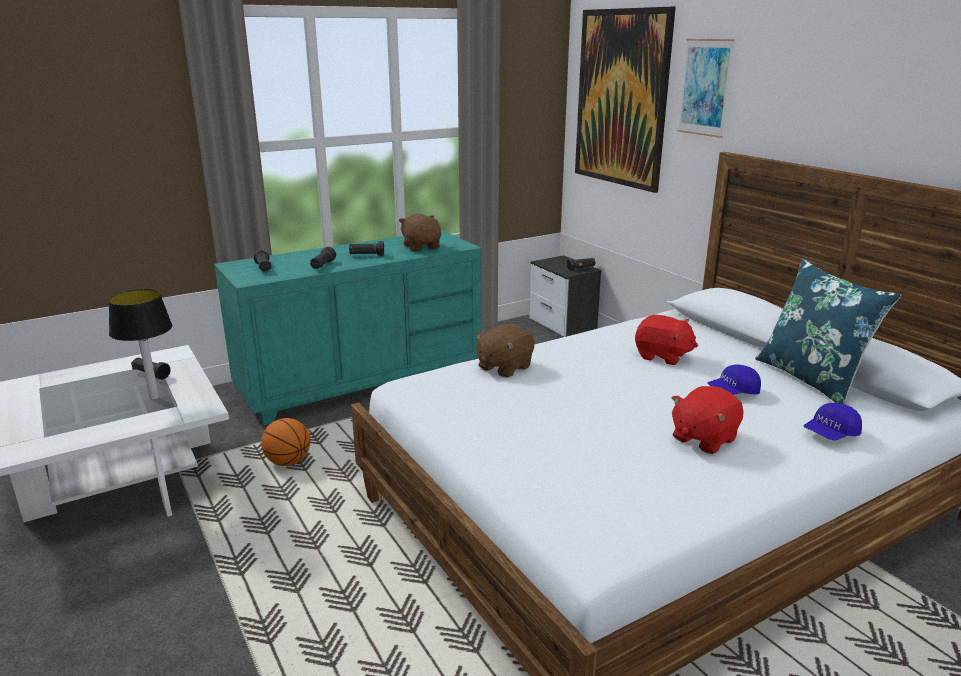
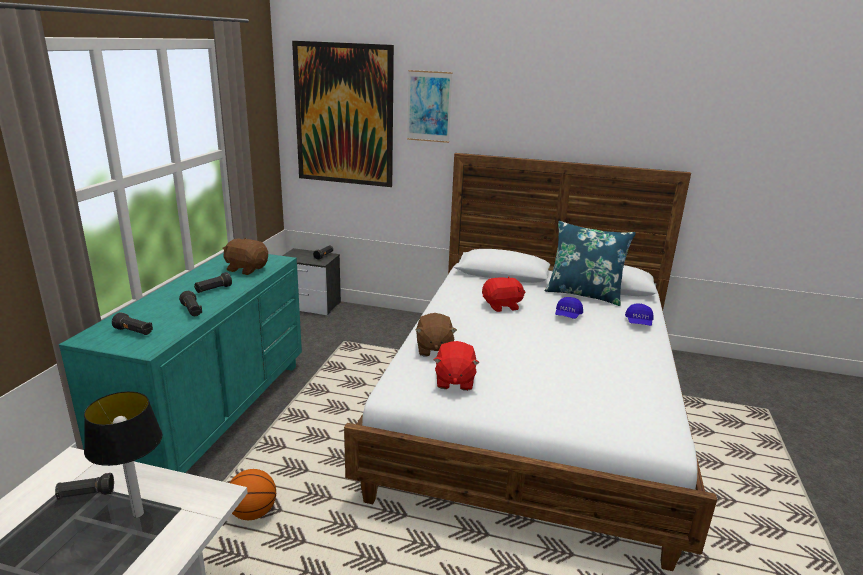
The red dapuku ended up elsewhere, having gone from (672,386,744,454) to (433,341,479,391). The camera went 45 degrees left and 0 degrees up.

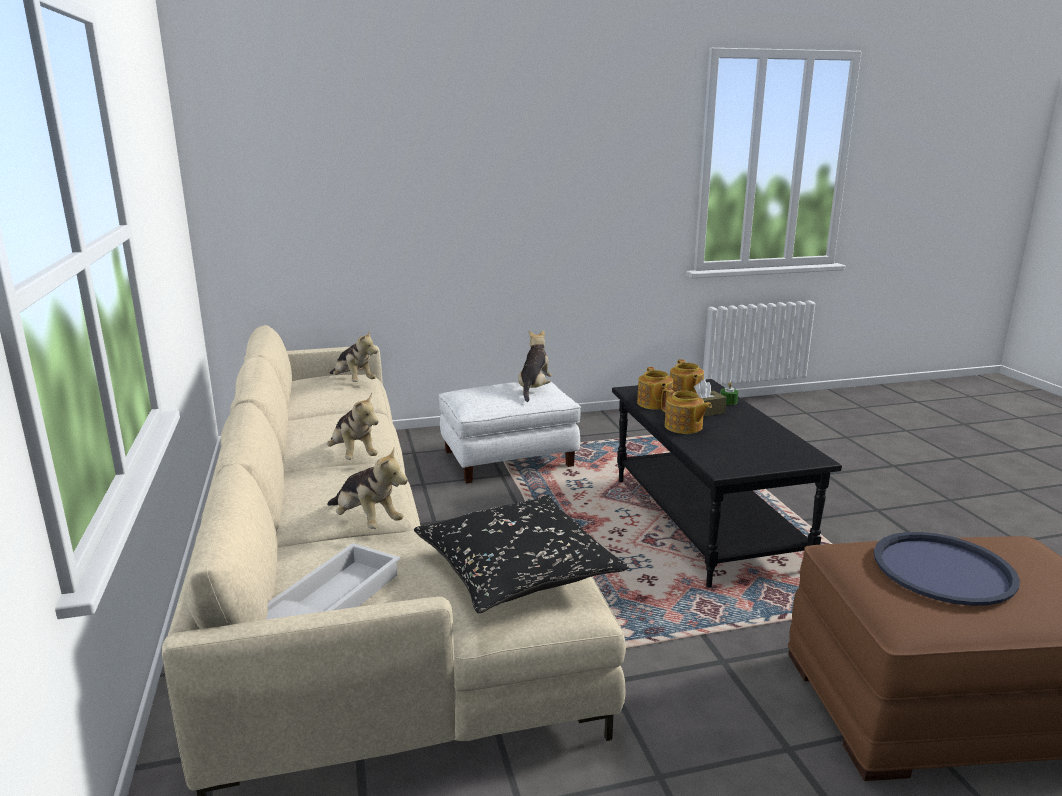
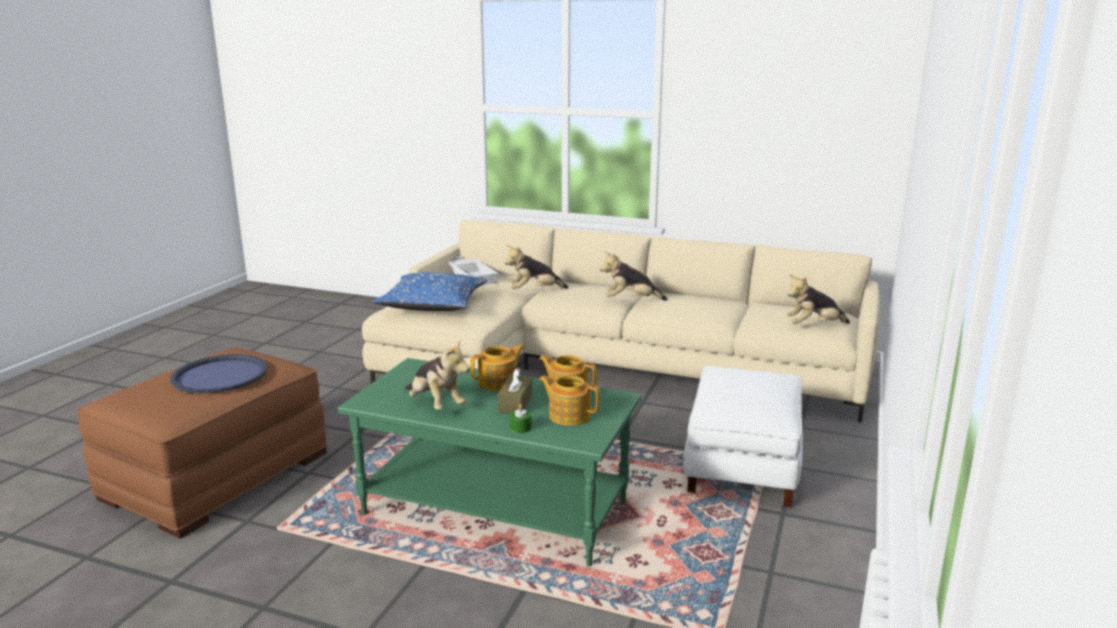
The dapuku ended up elsewhere, having gone from (518,330,553,402) to (405,340,470,410). What was the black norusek at (414,495,629,613) turned into the blue norusek at (372,272,487,311). What was the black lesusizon at (612,379,842,587) turned into the green lesusizon at (338,358,641,566). The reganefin at (661,388,712,434) ended up facing another way, 150 degrees clockwise from before. The camera went 125 degrees right and 0 degrees up.

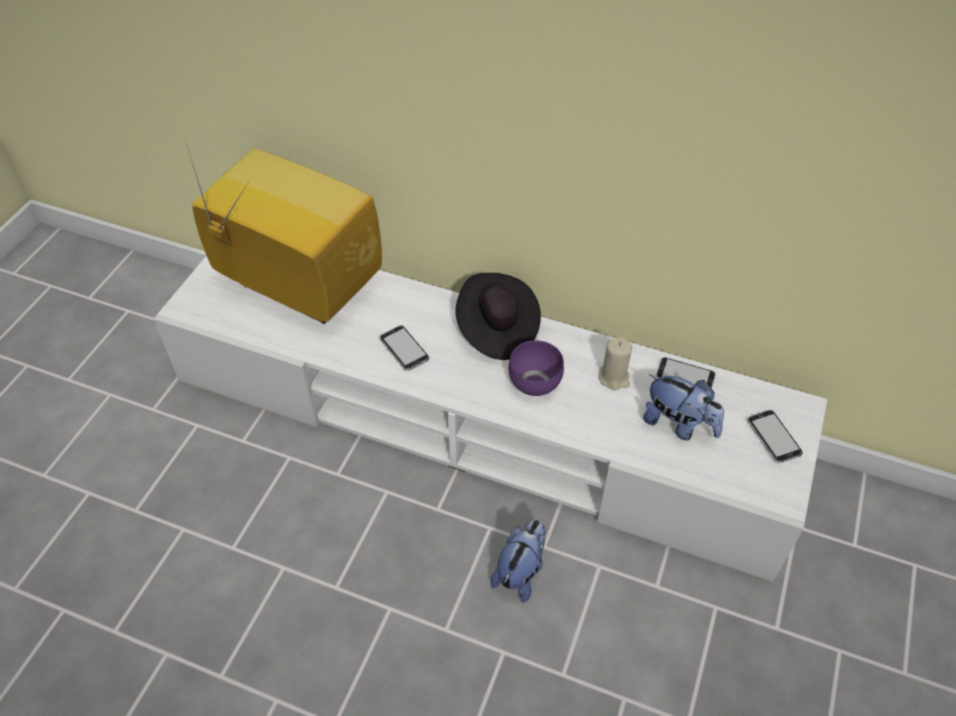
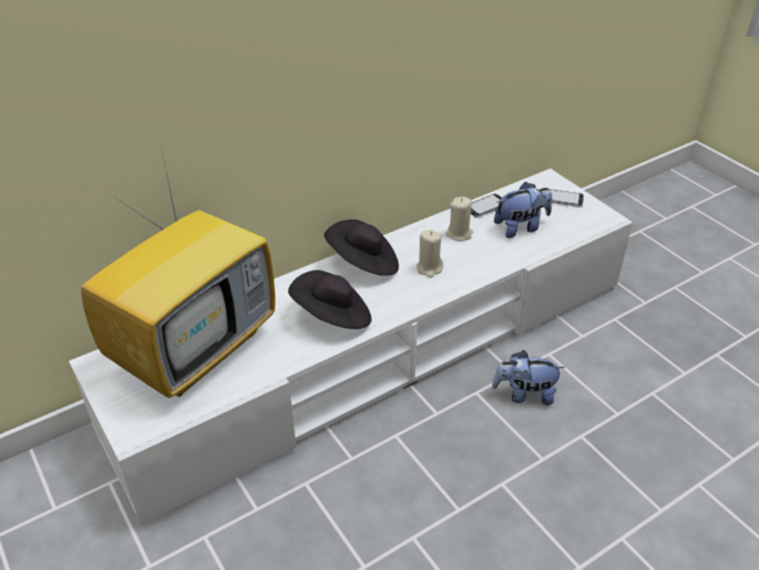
Where the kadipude stood at (379,326,429,371), the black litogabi came to stand at (288,270,372,329). Where the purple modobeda stood at (508,340,564,396), the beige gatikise came to stand at (416,230,443,278). The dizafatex at (185,140,382,324) ended up facing another way, 150 degrees clockwise from before. The dapuku at (490,520,545,603) ended up facing another way, 60 degrees counterclockwise from before. The camera went 55 degrees left and 10 degrees down.

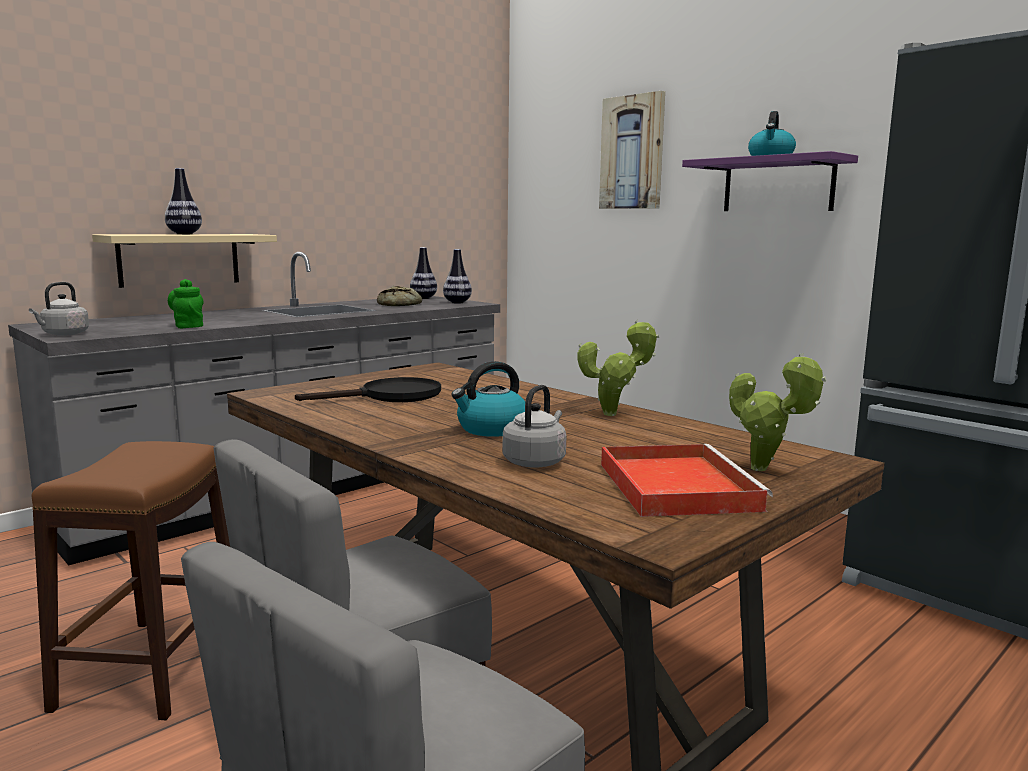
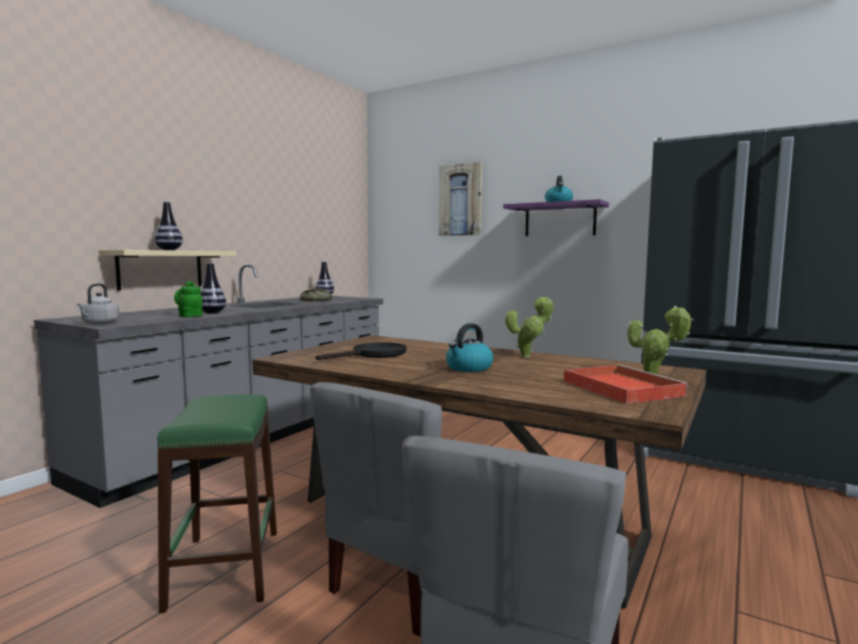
The second view lost the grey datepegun at (503,385,566,468). The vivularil ended up elsewhere, having gone from (443,249,472,303) to (200,263,226,314). What was the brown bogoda at (32,441,230,720) turned into the green bogoda at (157,394,277,613). The camera went 15 degrees left and 5 degrees down.

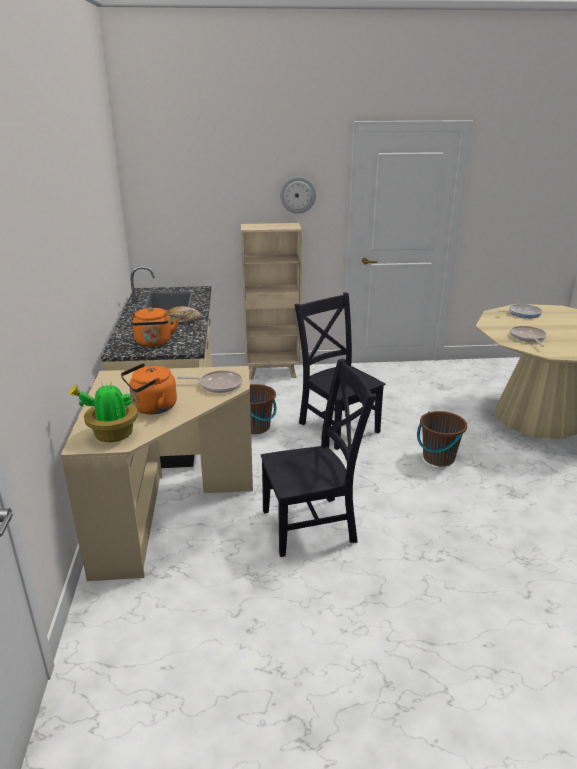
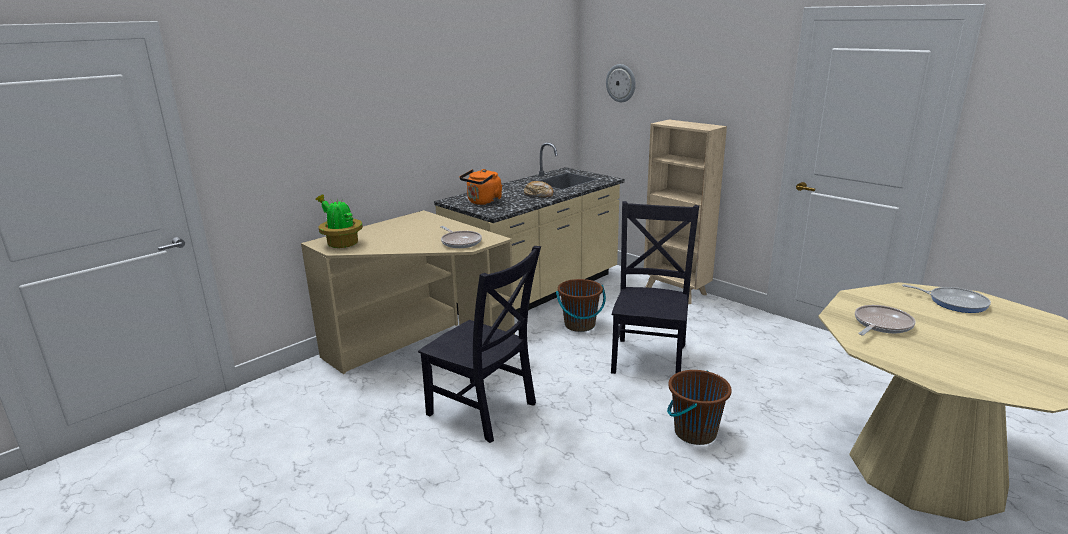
The second view lost the orange datepegun at (121,363,177,414). The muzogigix ended up elsewhere, having gone from (280,177,316,214) to (606,64,636,102). The camera went 50 degrees right and 5 degrees down.

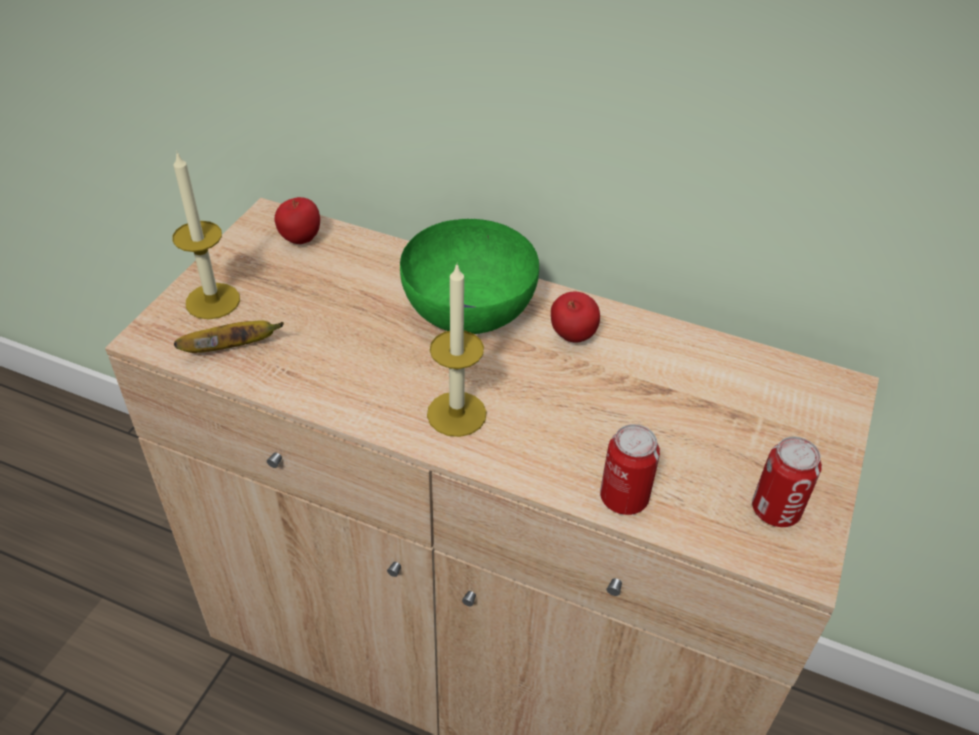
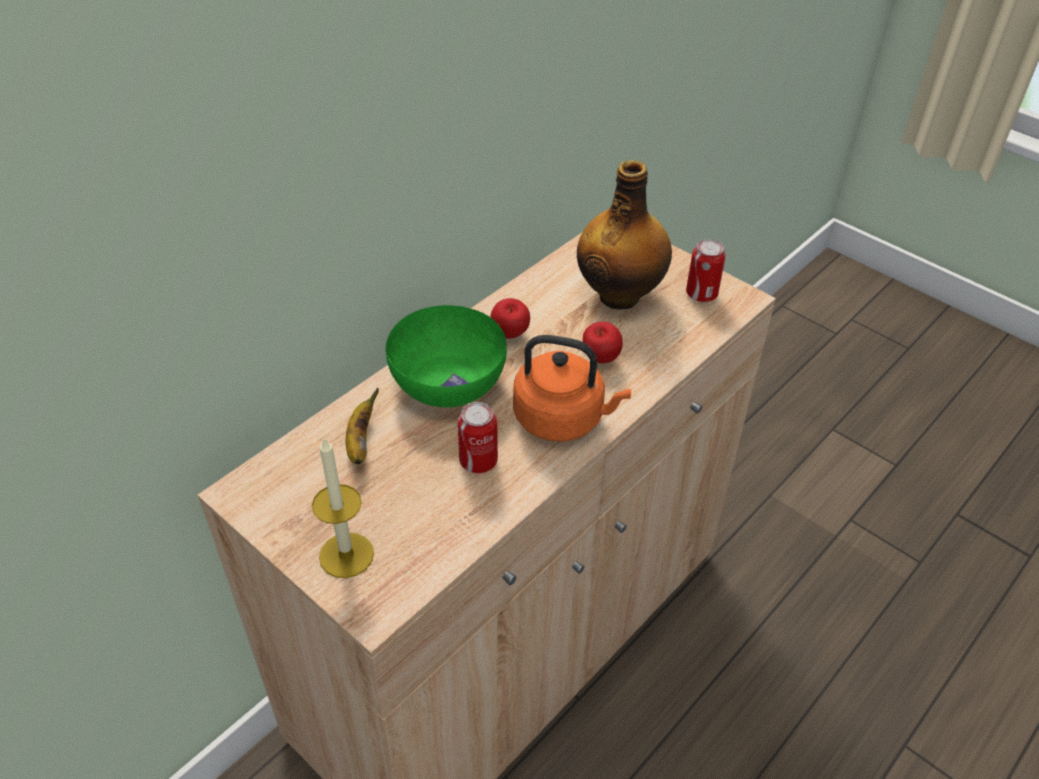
The second view gained the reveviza at (577,160,672,310). The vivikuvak ended up elsewhere, having gone from (174,320,284,353) to (346,388,379,465). The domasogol ended up elsewhere, having gone from (275,197,320,244) to (582,322,623,363). The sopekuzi ended up elsewhere, having gone from (600,424,660,515) to (458,402,498,473). Where the gatikise stood at (427,265,487,437), the orange datepegun came to stand at (513,335,631,442). The camera went 70 degrees left and 0 degrees up.

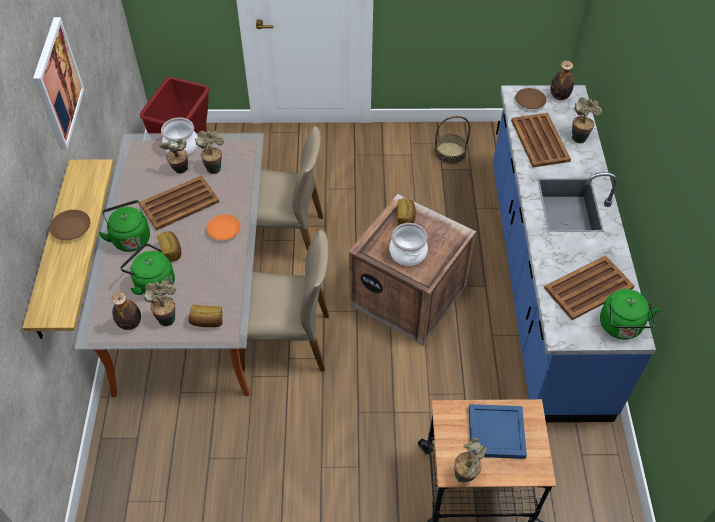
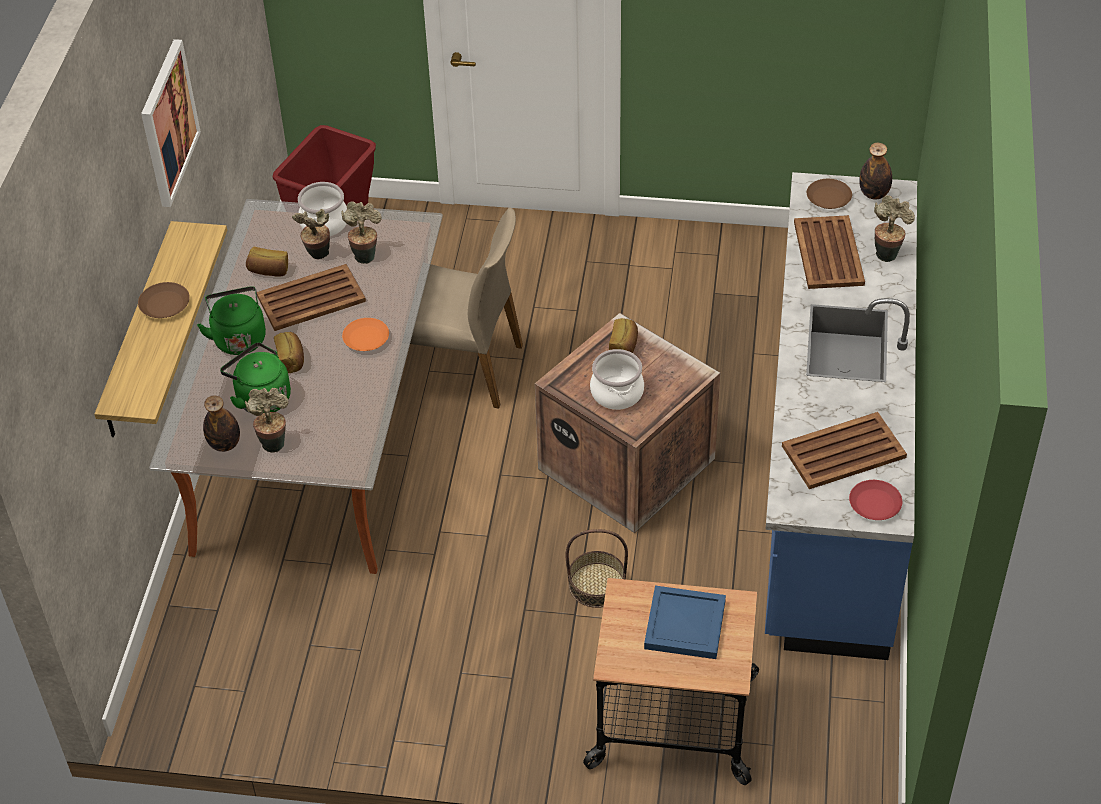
The second view lost the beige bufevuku at (239,230,329,372). The second view lost the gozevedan at (454,438,487,482). The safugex ended up elsewhere, having gone from (188,304,223,327) to (246,247,288,276). The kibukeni ended up elsewhere, having gone from (434,116,470,165) to (566,529,628,608). Where the green datepegun stood at (600,289,660,340), the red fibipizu came to stand at (849,480,902,520). The camera went 10 degrees right and 5 degrees down.

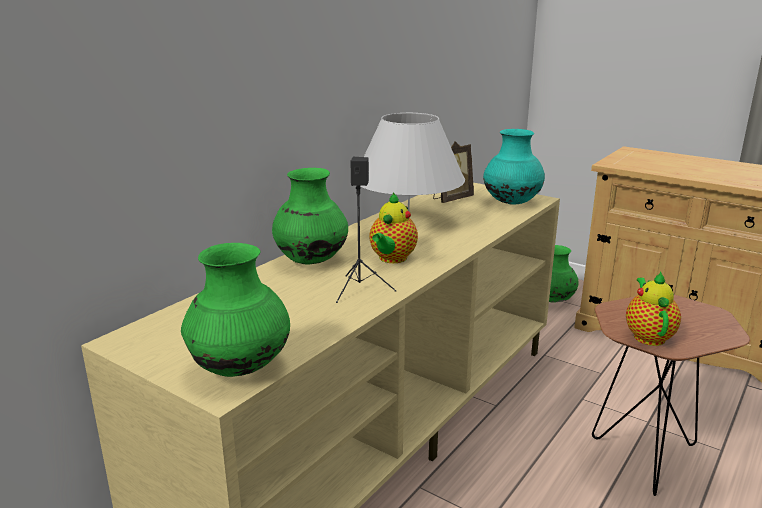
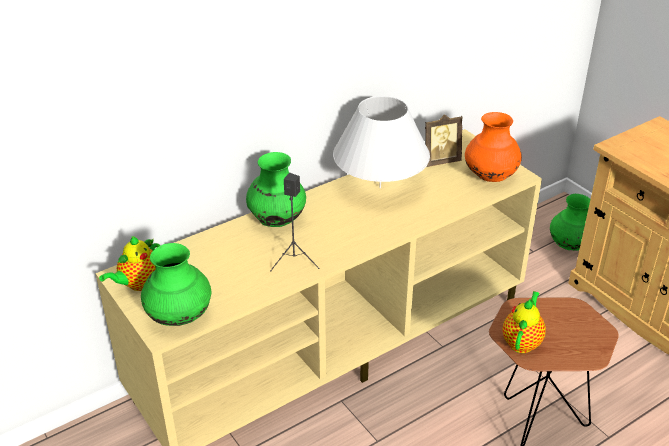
The reganefin ended up elsewhere, having gone from (369,193,418,263) to (99,236,161,291). What was the turquoise vivularil at (483,129,545,205) turned into the orange vivularil at (465,112,522,182). The camera went 20 degrees right and 15 degrees up.

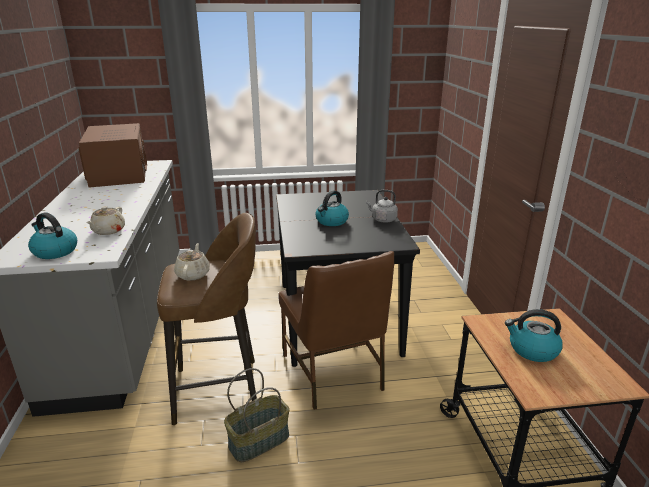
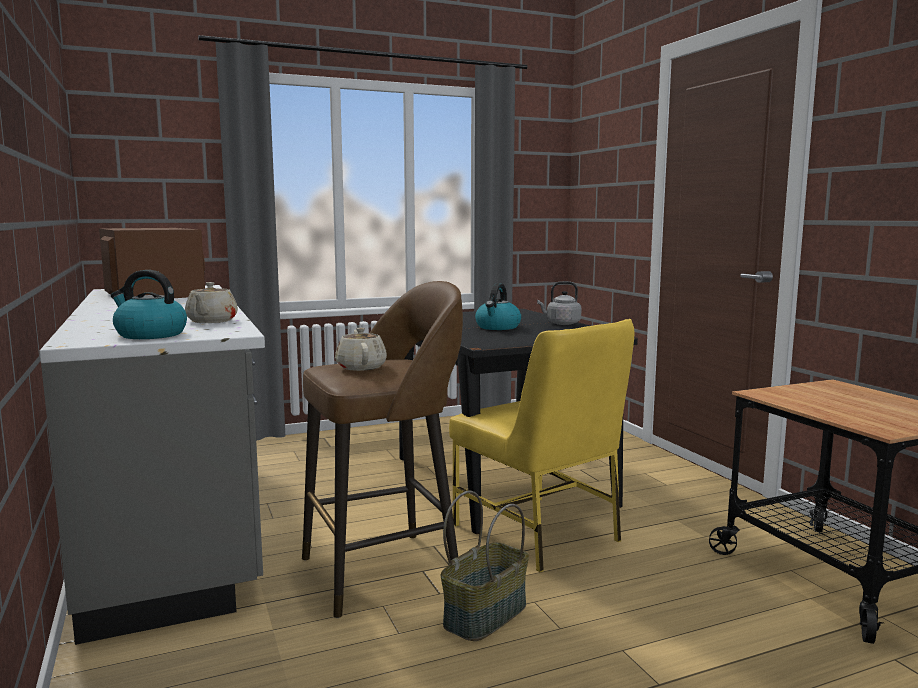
The second view lost the datepegun at (505,309,563,362). What was the brown bufevuku at (279,251,394,410) turned into the yellow bufevuku at (449,319,634,572). The camera went 15 degrees left and 15 degrees down.

